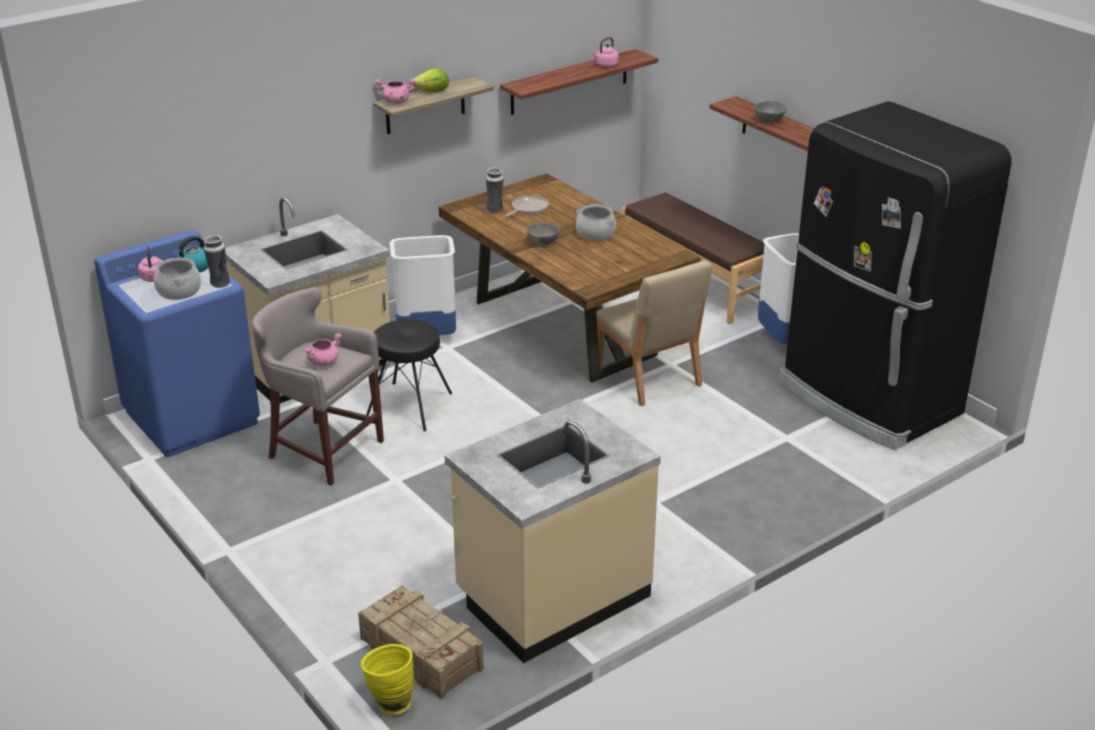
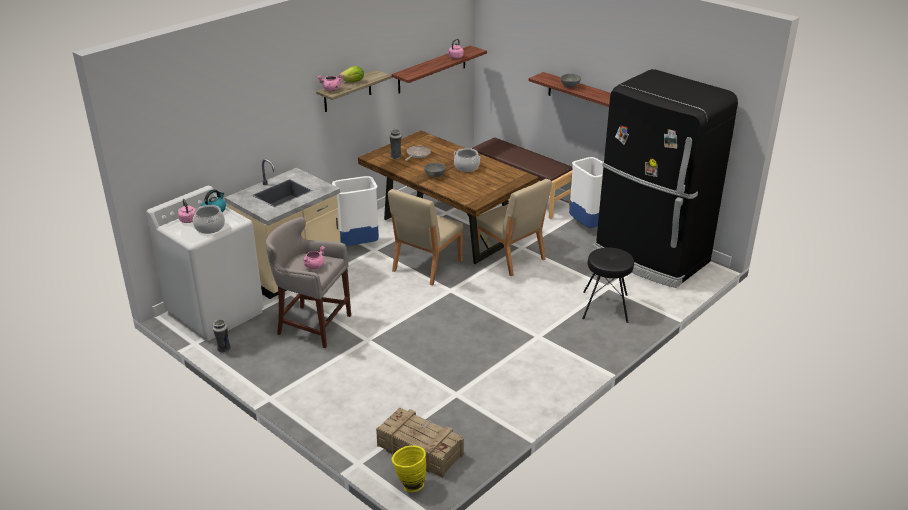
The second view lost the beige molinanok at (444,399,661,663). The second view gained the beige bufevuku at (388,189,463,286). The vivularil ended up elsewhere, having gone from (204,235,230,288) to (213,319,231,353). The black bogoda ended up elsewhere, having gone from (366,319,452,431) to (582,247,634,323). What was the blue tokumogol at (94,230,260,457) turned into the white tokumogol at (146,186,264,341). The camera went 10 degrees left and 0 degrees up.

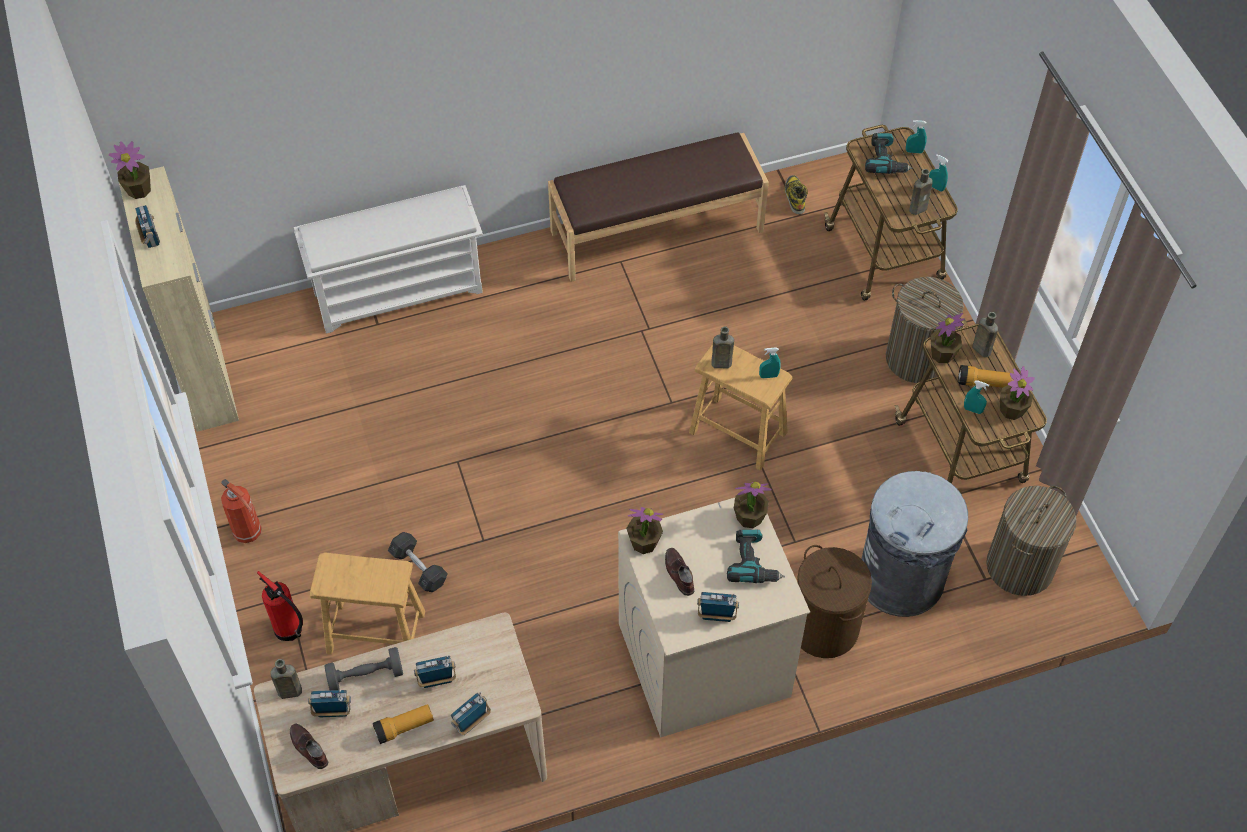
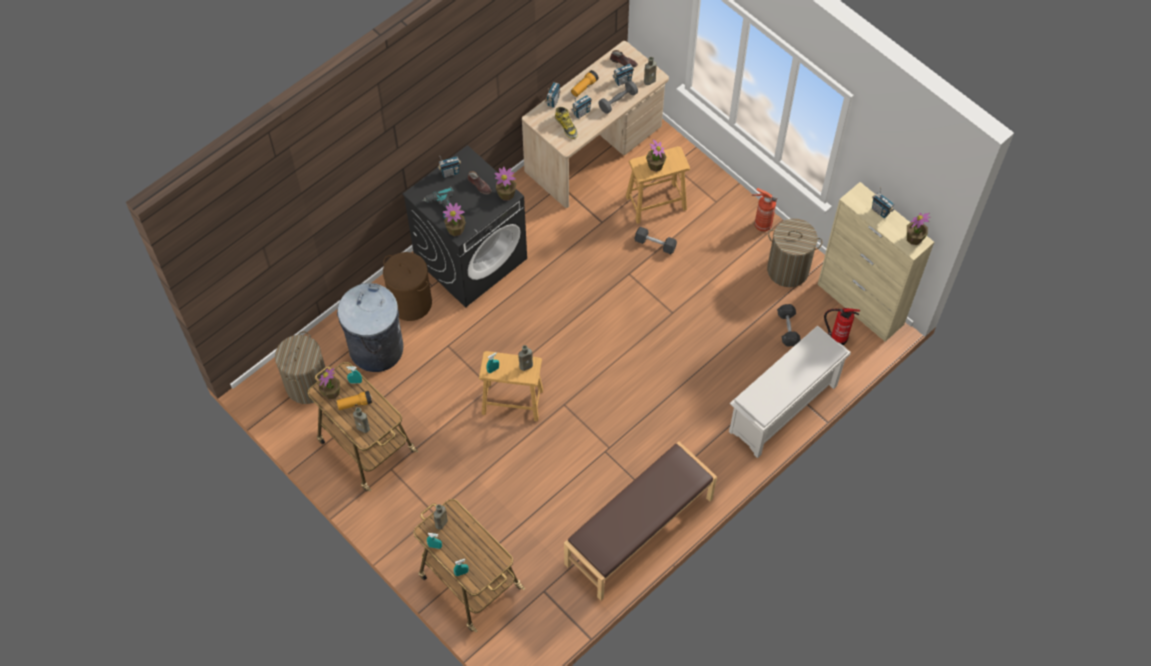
The second view lost the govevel at (865,133,913,174). The second view gained the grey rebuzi at (777,304,801,346). The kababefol ended up elsewhere, having gone from (257,571,303,641) to (824,308,860,345). The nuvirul ended up elsewhere, having gone from (785,175,808,214) to (555,107,578,139). The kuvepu ended up elsewhere, having gone from (886,277,966,383) to (767,218,823,287). The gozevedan ended up elsewhere, having gone from (930,313,965,363) to (646,140,667,172). What was the beige tokumogol at (618,498,810,738) turned into the black tokumogol at (402,145,527,307). The camera went 155 degrees right and 5 degrees up.

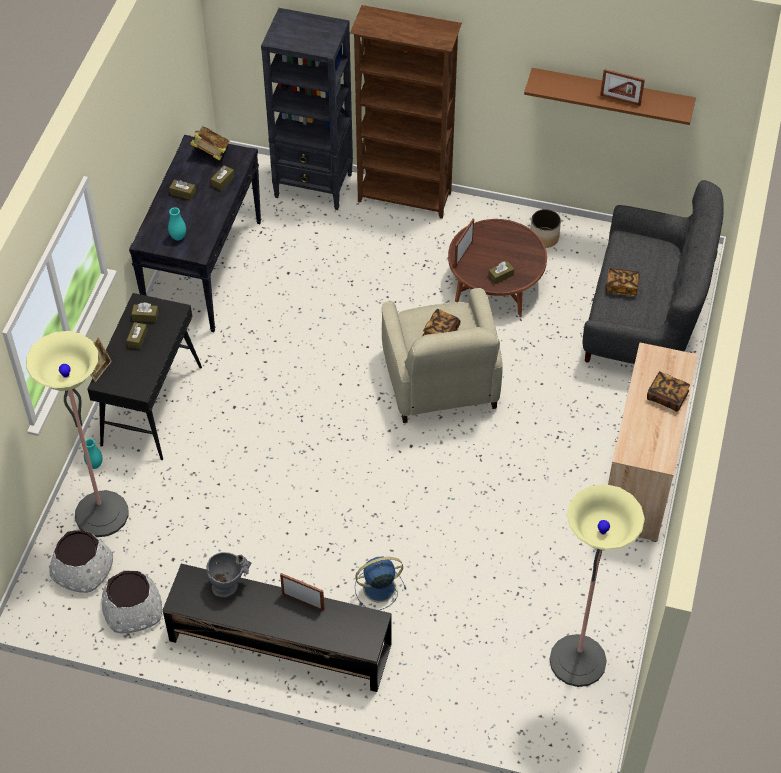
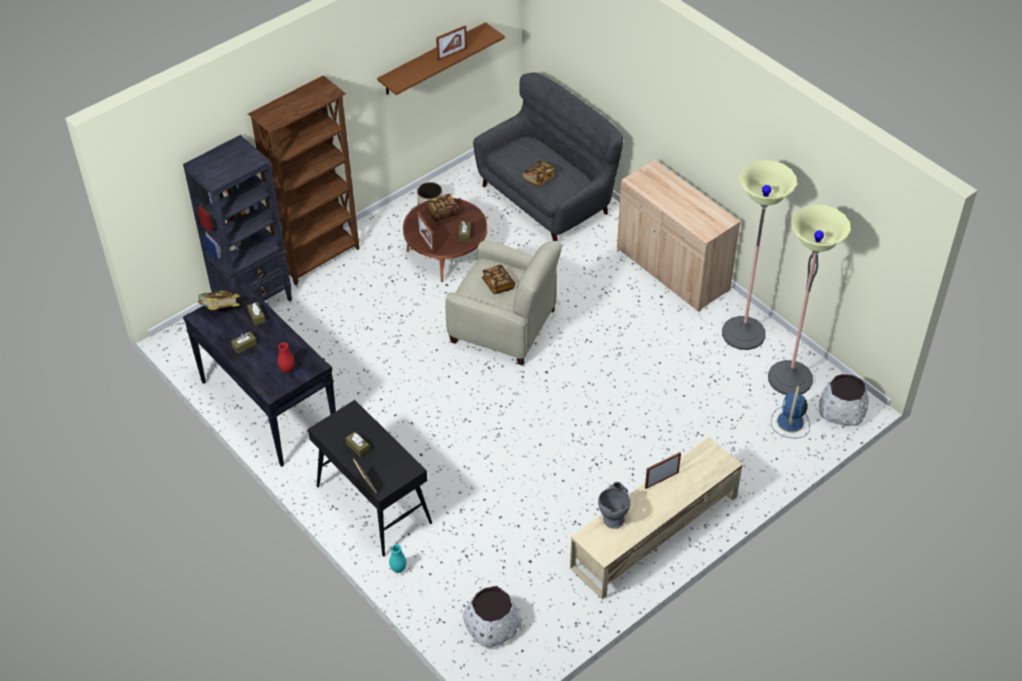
The second view lost the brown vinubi at (132,303,159,322). The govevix ended up elsewhere, having gone from (26,331,129,537) to (722,160,797,350). The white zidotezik ended up elsewhere, having gone from (102,570,162,633) to (819,374,868,426). The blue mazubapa ended up elsewhere, having gone from (355,556,407,610) to (771,385,810,438). The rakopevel ended up elsewhere, having gone from (647,371,690,412) to (427,194,459,222). What was the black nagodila at (163,564,392,692) turned into the beige nagodila at (570,437,742,599). What was the turquoise vivularil at (168,207,186,241) turned into the red vivularil at (277,342,295,373). The camera went 55 degrees left and 5 degrees down.

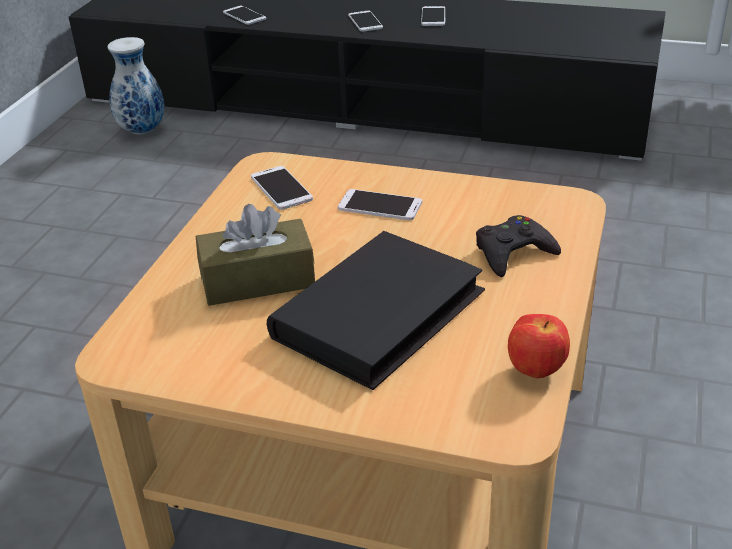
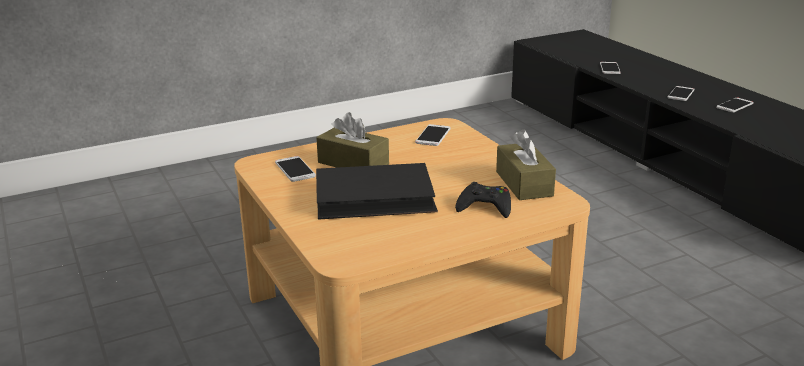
The second view lost the vivularil at (107,37,165,134). The second view lost the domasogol at (508,314,570,378). The second view gained the brown vinubi at (496,129,556,200). The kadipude ended up elsewhere, having gone from (338,189,422,220) to (275,156,316,182). The camera went 45 degrees right and 10 degrees down.

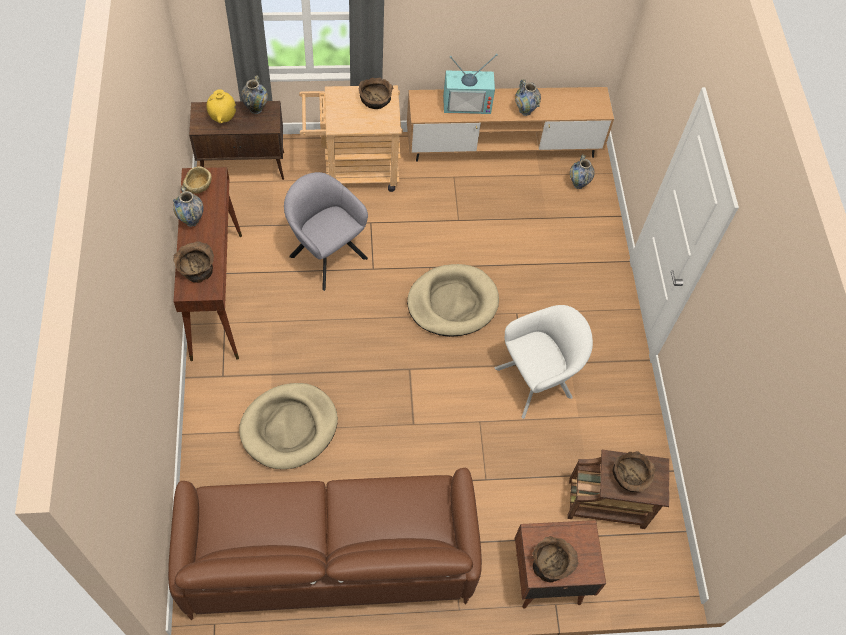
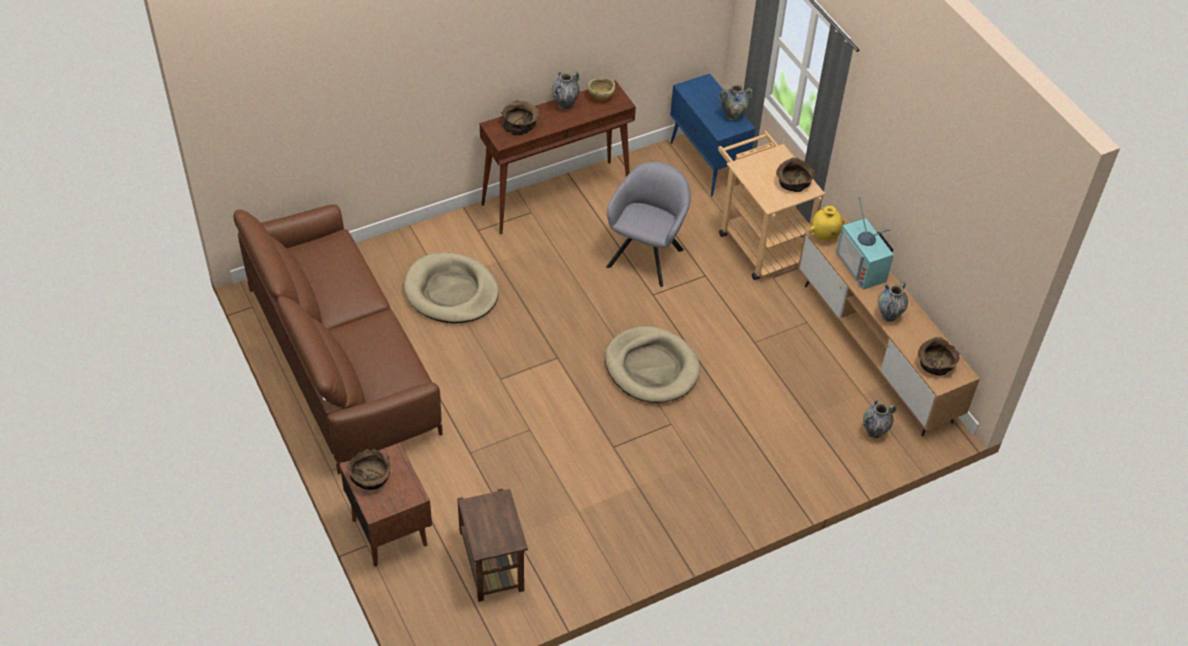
The second view lost the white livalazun at (494,305,593,419). The yellow vivularil ended up elsewhere, having gone from (206,89,236,123) to (809,206,844,241). The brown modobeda ended up elsewhere, having gone from (613,451,656,492) to (918,337,960,376). What was the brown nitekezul at (189,101,284,180) turned into the blue nitekezul at (670,74,755,196). The camera went 70 degrees right and 10 degrees down.

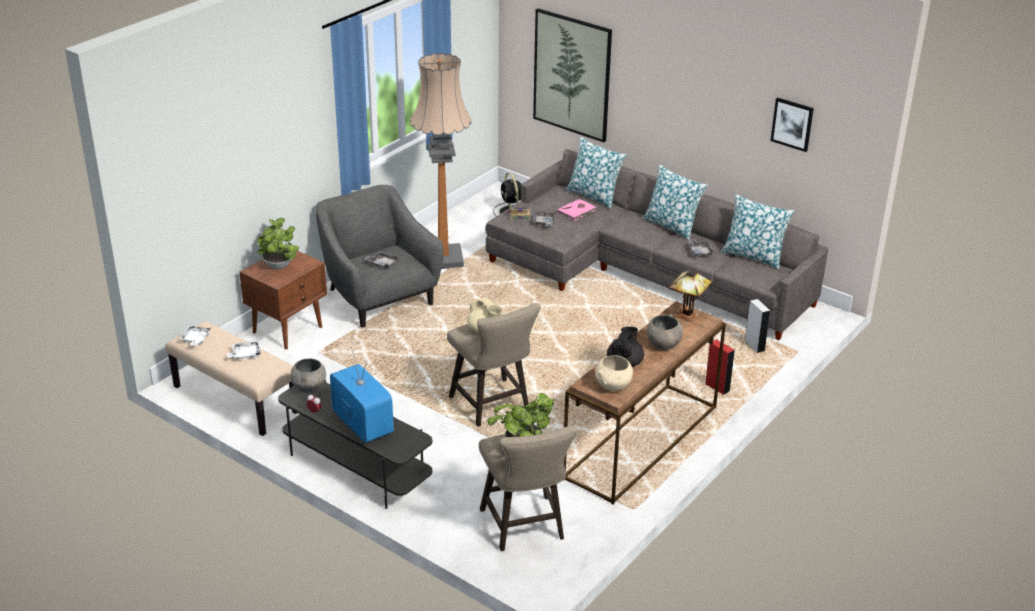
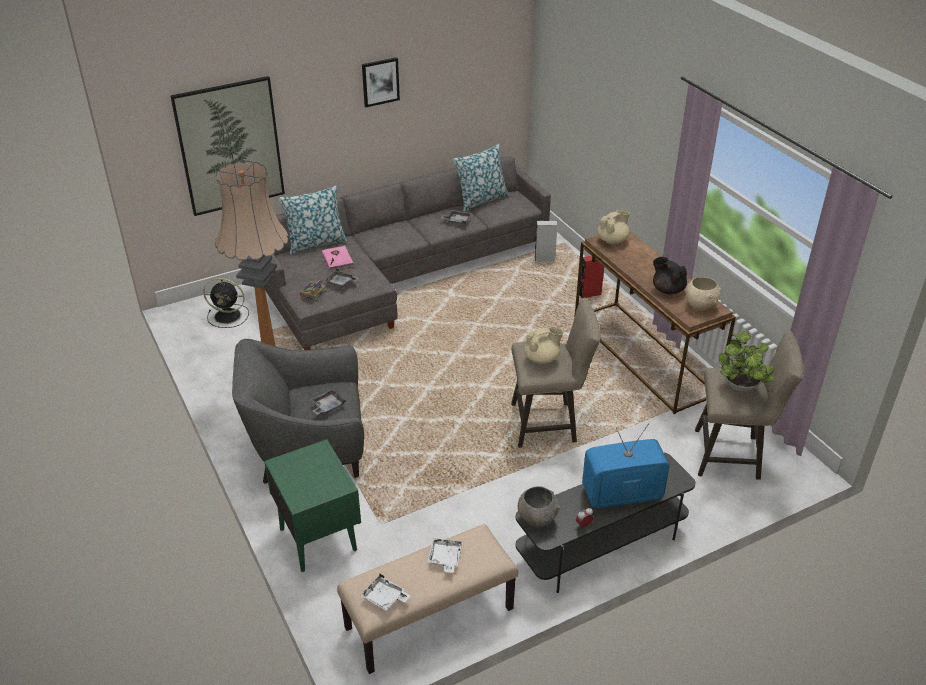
The second view lost the gozevedan at (257,218,299,270). The second view lost the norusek at (642,164,707,240). The second view lost the grey modobeda at (647,314,683,350). The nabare ended up elsewhere, having gone from (771,97,814,152) to (362,57,400,107). Where the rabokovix stood at (668,270,712,322), the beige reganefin came to stand at (598,210,630,244). What was the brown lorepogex at (239,251,327,349) turned into the green lorepogex at (264,439,361,572). The camera went 65 degrees left and 5 degrees up.

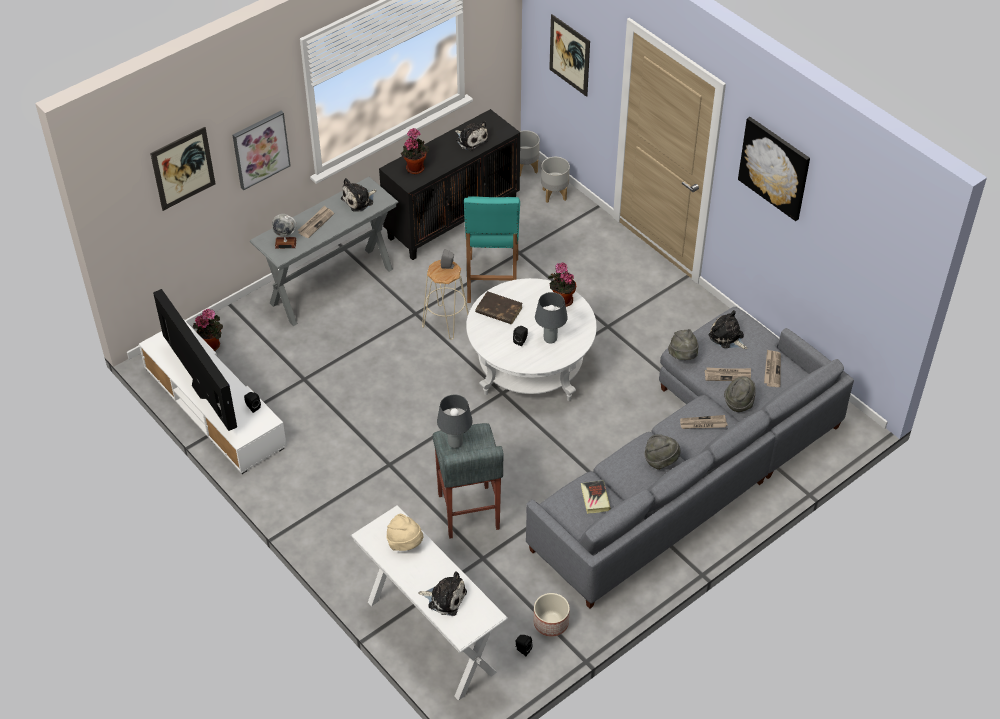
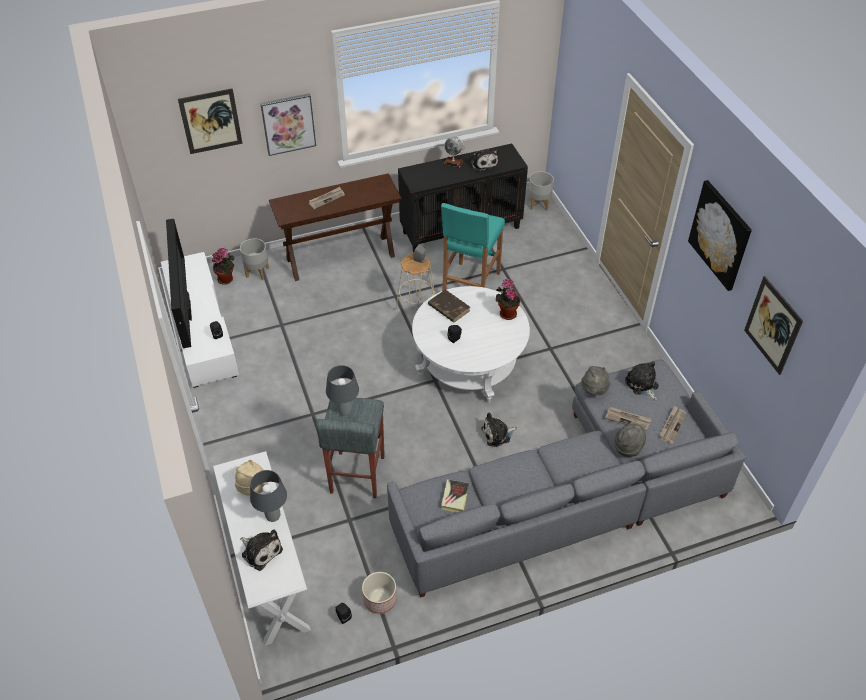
The second view lost the gozevedan at (401,128,429,174). The second view lost the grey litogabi at (645,434,680,470). The second view lost the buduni at (680,415,727,429). The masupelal ended up elsewhere, having gone from (272,214,297,249) to (444,136,464,168). The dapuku ended up elsewhere, having gone from (341,178,376,212) to (481,412,517,447). The grey rabokovix ended up elsewhere, having gone from (535,292,568,344) to (250,470,287,522). The grey zidotezik ended up elsewhere, having gone from (541,157,570,203) to (240,238,269,280). The nabare ended up elsewhere, having gone from (549,14,590,97) to (744,276,803,375). What was the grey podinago at (250,177,399,326) turned into the brown podinago at (269,173,402,281). The camera went 20 degrees right and 0 degrees up.

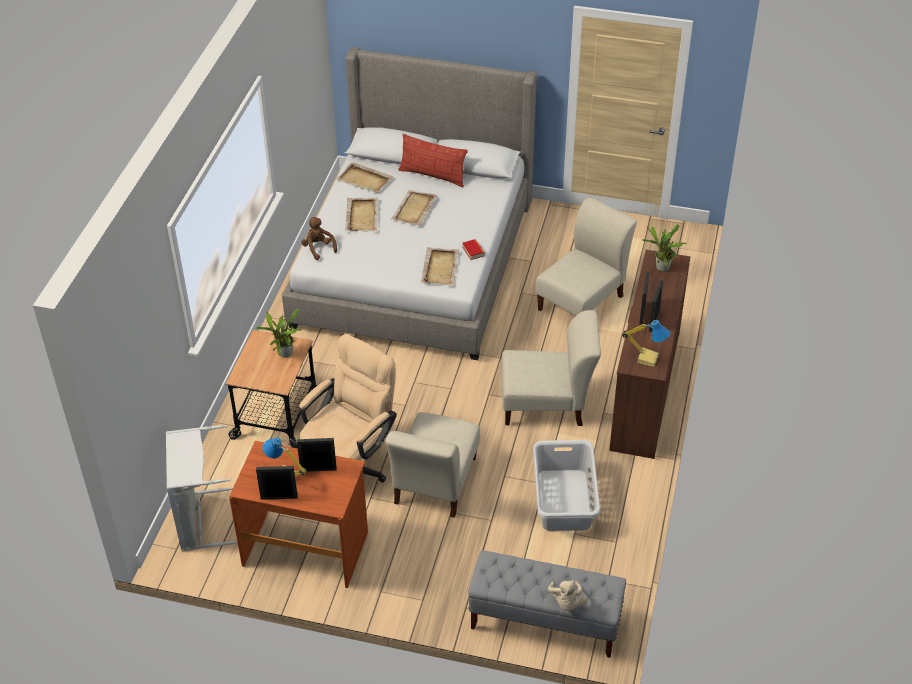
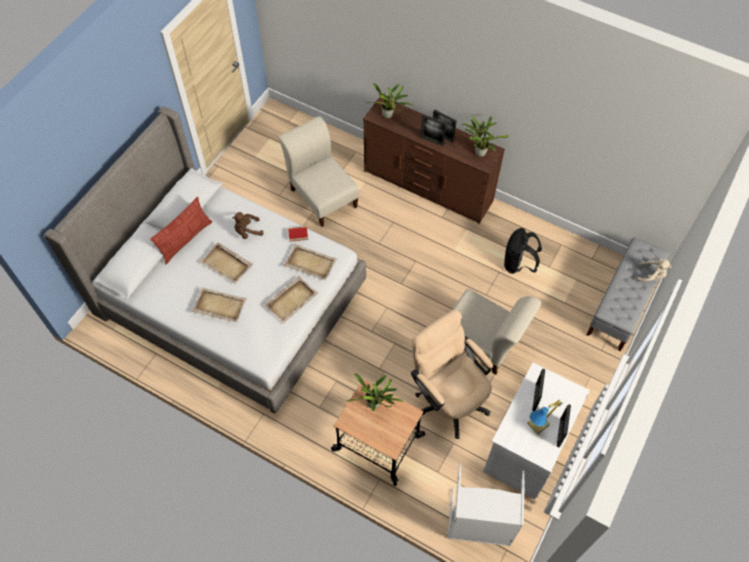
The second view lost the beige bufevuku at (501,310,601,426). The brown dapuku ended up elsewhere, having gone from (301,217,337,260) to (232,212,264,239). The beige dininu ended up elsewhere, having gone from (336,162,394,193) to (264,276,318,324). Where the grey kuvepu stood at (533,440,600,531), the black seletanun came to stand at (504,228,542,274). Where the rabokovix stood at (622,320,670,367), the gozevedan came to stand at (462,116,509,157). What was the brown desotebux at (229,441,368,588) turned into the white desotebux at (483,362,589,499). The camera went 75 degrees left and 15 degrees up.

